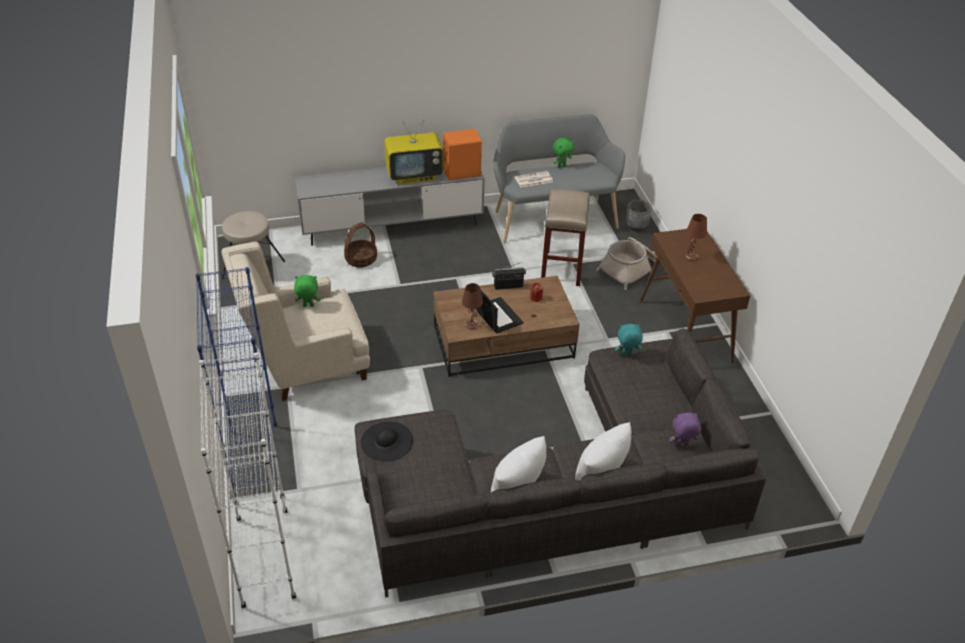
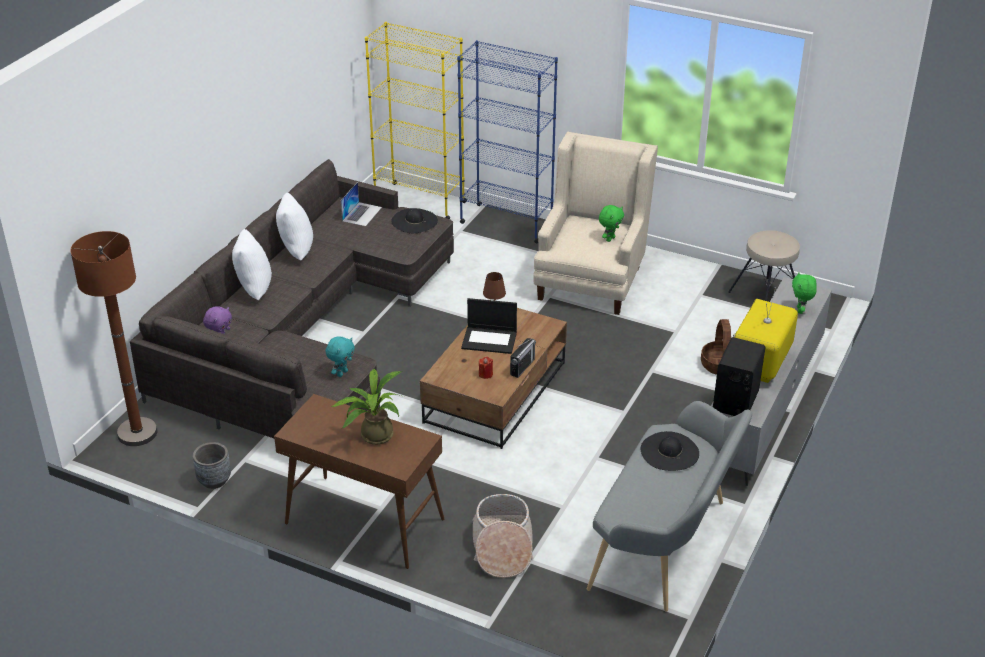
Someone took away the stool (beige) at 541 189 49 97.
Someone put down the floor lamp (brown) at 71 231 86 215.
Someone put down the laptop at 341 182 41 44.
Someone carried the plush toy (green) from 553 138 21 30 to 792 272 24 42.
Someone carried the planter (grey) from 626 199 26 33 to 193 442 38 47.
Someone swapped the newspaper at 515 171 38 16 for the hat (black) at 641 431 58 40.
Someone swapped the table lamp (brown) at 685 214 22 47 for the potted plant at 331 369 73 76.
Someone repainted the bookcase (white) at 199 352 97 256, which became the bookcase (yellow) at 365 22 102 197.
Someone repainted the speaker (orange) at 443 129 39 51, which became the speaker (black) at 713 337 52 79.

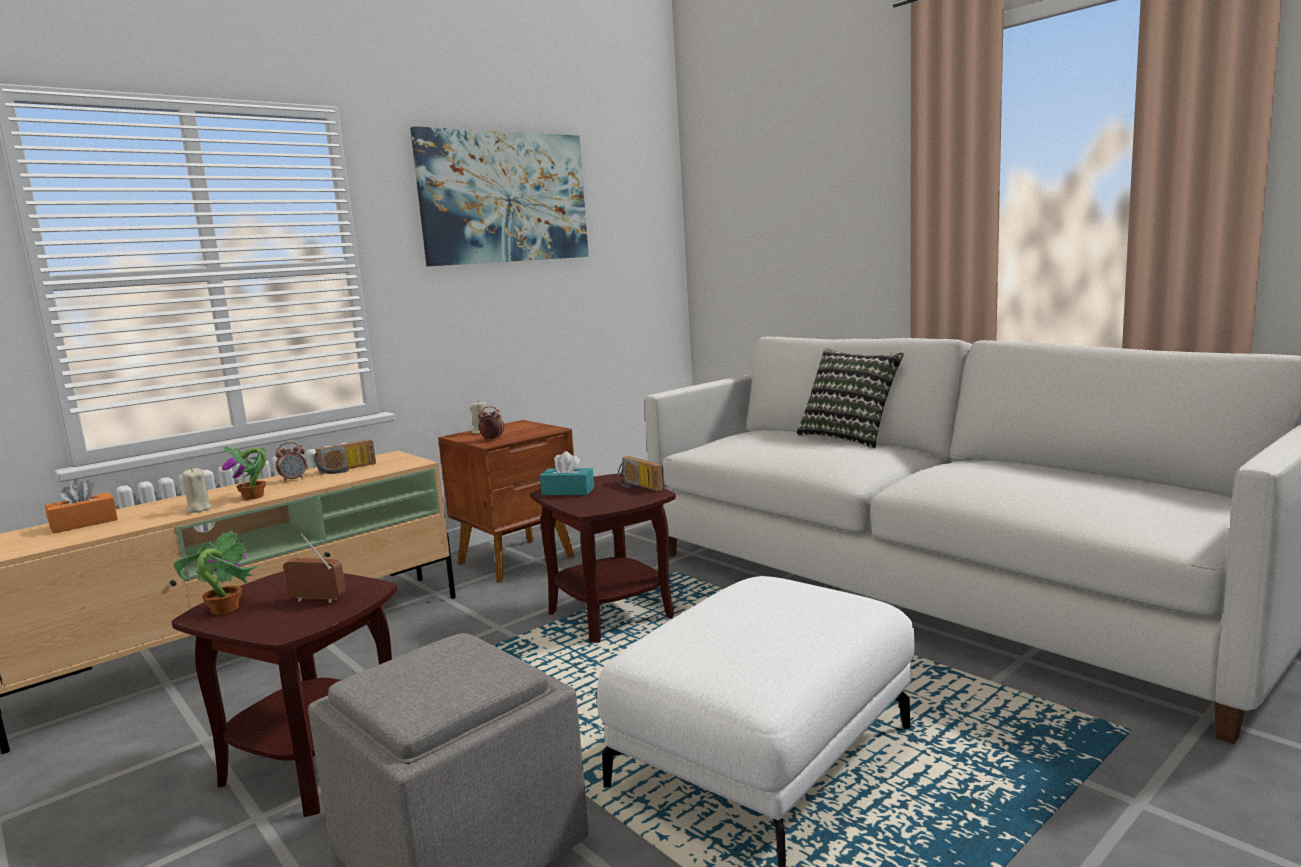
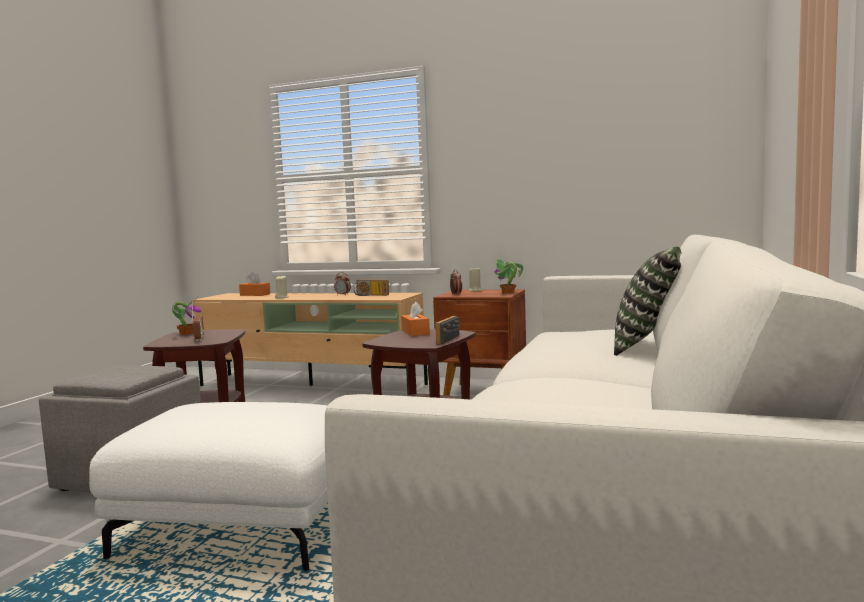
Someone took away the picture at 410 126 179 141.
Someone carried the potted plant from 222 446 44 54 to 495 259 28 35.
Someone repainted the tissue box (turquoise) at 540 451 54 44, which became the tissue box (orange) at 401 302 29 34.

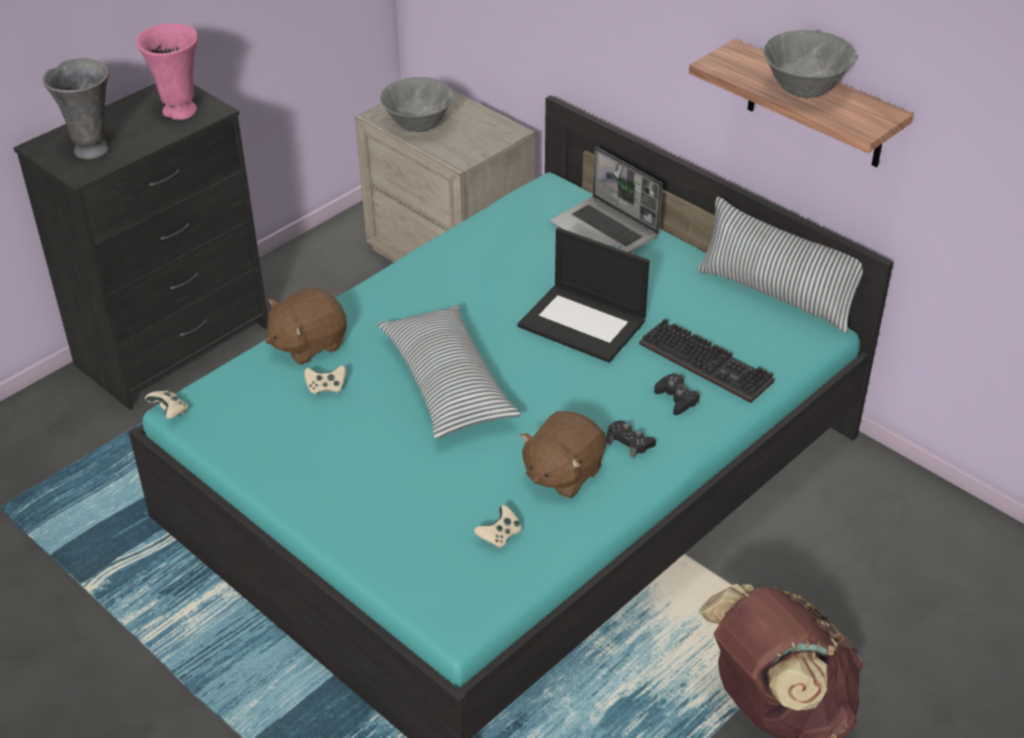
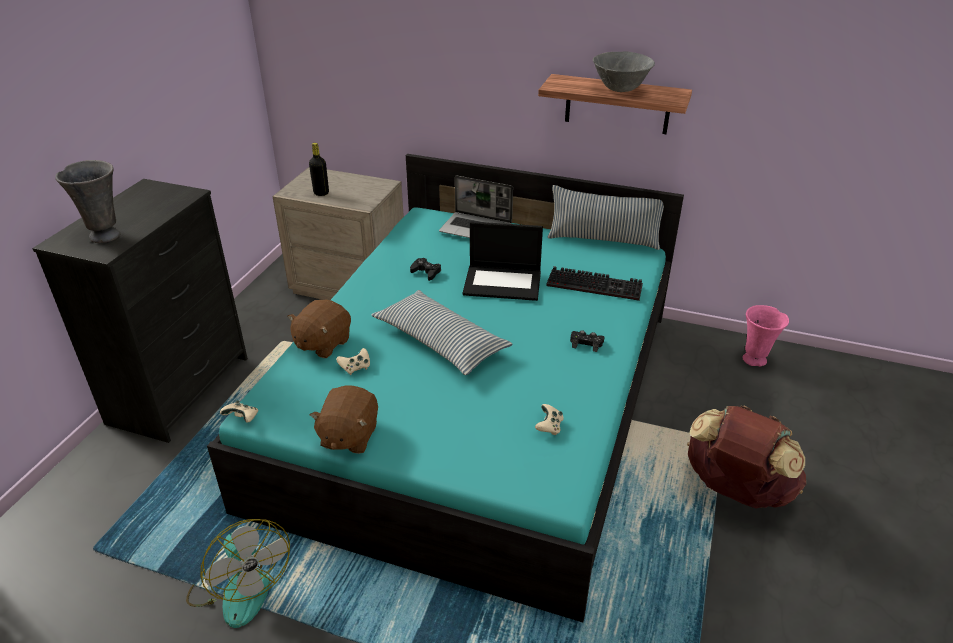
Someone put down the fan at 186 519 104 109.
Someone carried the vase (pink) from 136 23 62 97 to 742 305 47 62.
Someone carried the plush toy (brown) from 520 411 87 87 to 310 386 68 68.
Someone carried the game controller (black) from 654 374 46 41 to 410 258 31 23.
Someone swapped the bowl (grey) at 380 77 74 55 for the bottle (black) at 309 143 20 53.

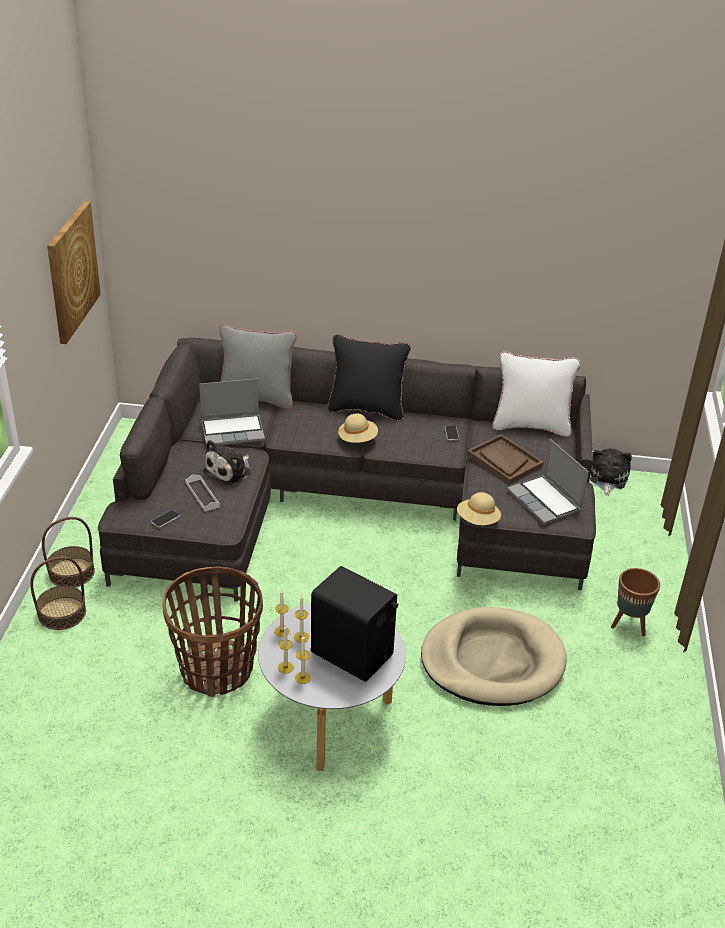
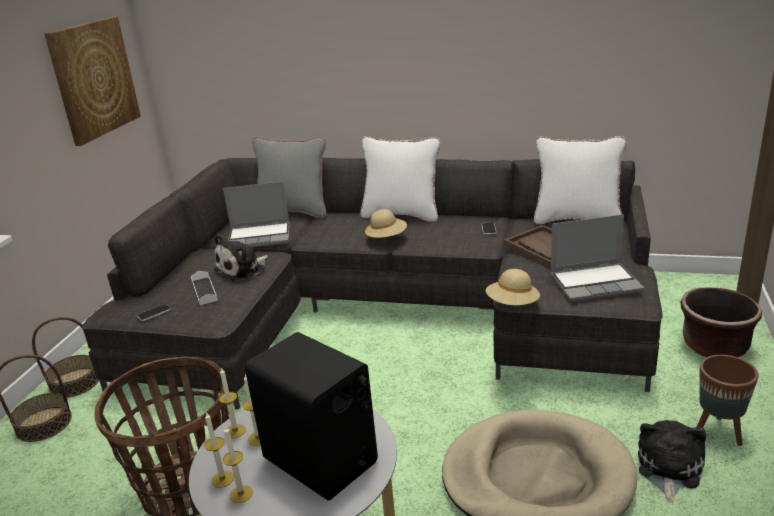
Someone put down the planter (brown) at 680 287 82 70.
Someone carried the plush toy from 590 449 42 47 to 638 420 68 83.
Someone repainted the pillow (black) at 327 334 84 87, which became the pillow (white) at 360 136 81 86.
Someone rotated the laptop at 507 438 82 86 by 75 degrees counterclockwise.

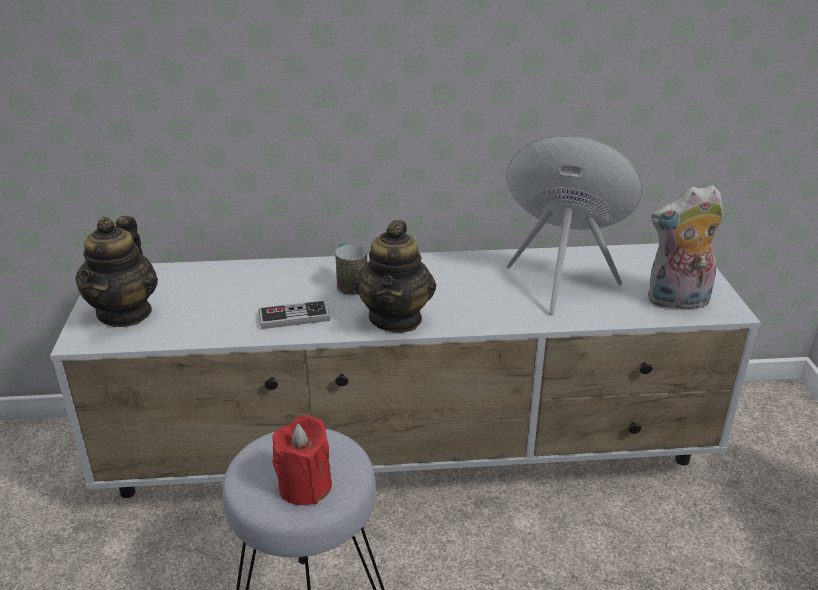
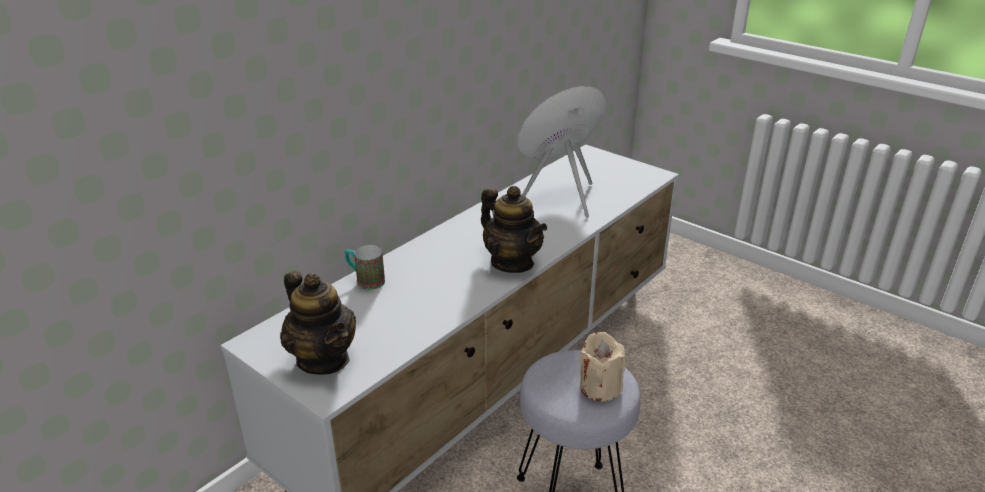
Someone took away the game controller at 258 300 72 29.
Someone took away the plush toy at 648 185 76 124.
Someone carried the mug from 335 243 32 52 to 345 245 40 45.
Someone repainted the candle (red) at 272 415 60 90, which became the candle (beige) at 580 332 46 70.

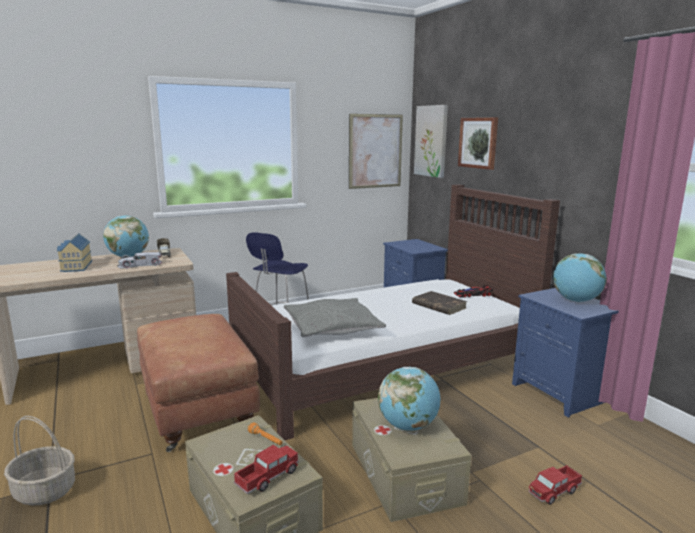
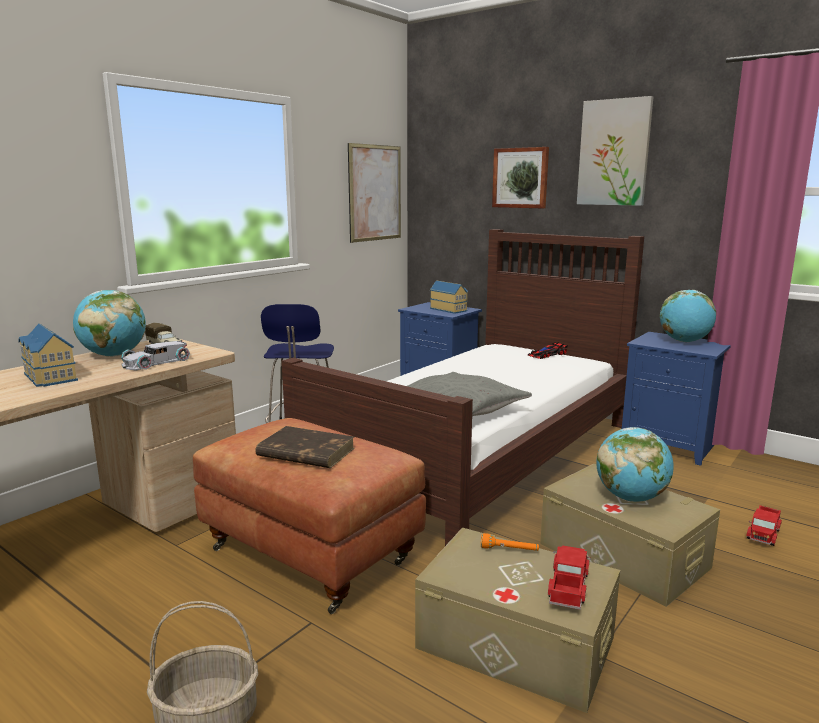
Someone put down the toy house at 430 280 38 34.
Someone carried the book (brown) from 412 291 55 24 to 255 426 100 42.
Someone carried the picture from 414 105 34 73 to 577 96 76 110.

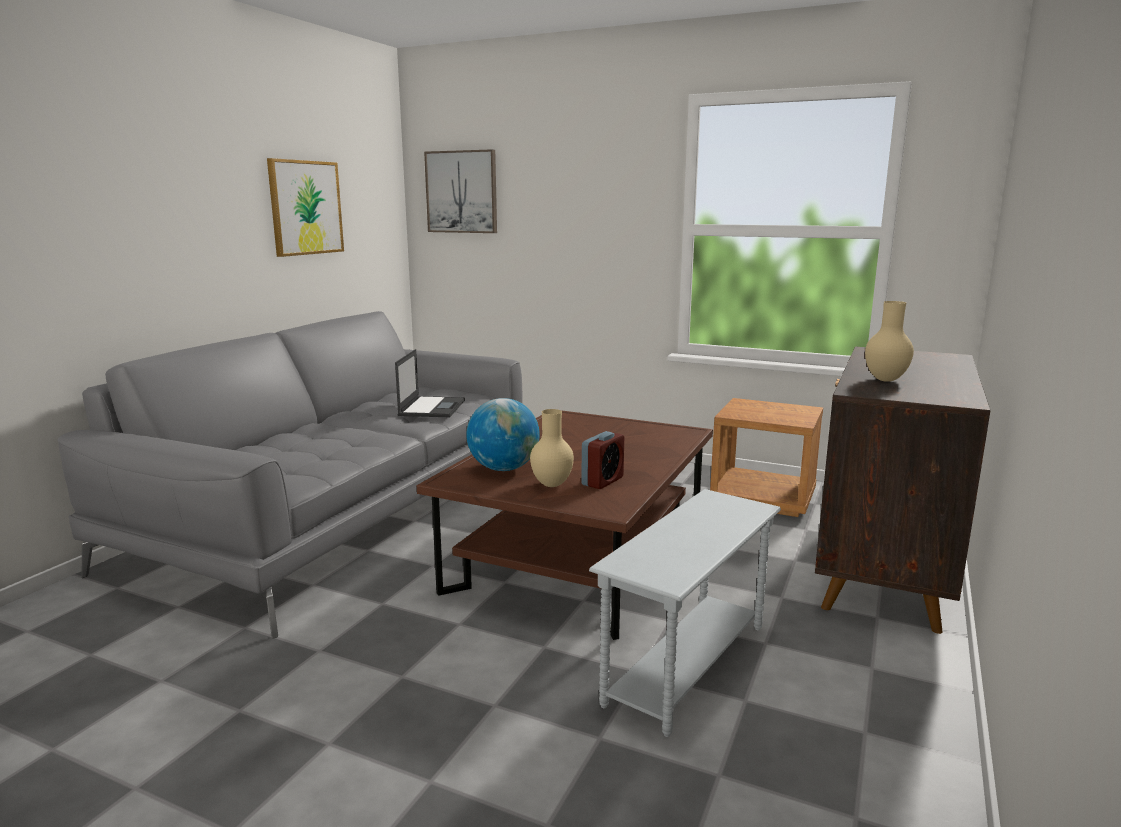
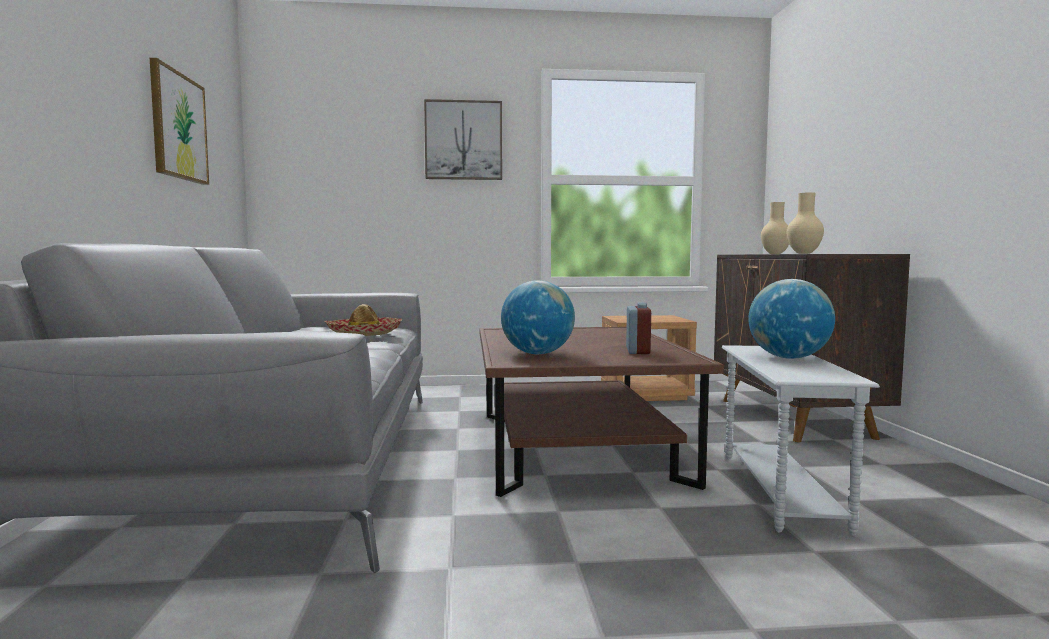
Someone put down the globe at 748 279 87 80.
Someone carried the picture from 424 149 73 84 to 424 99 78 81.
Someone carried the vase (beige) from 530 409 44 78 to 761 202 28 52.
Someone swapped the laptop at 395 349 70 68 for the hat at 325 304 78 32.

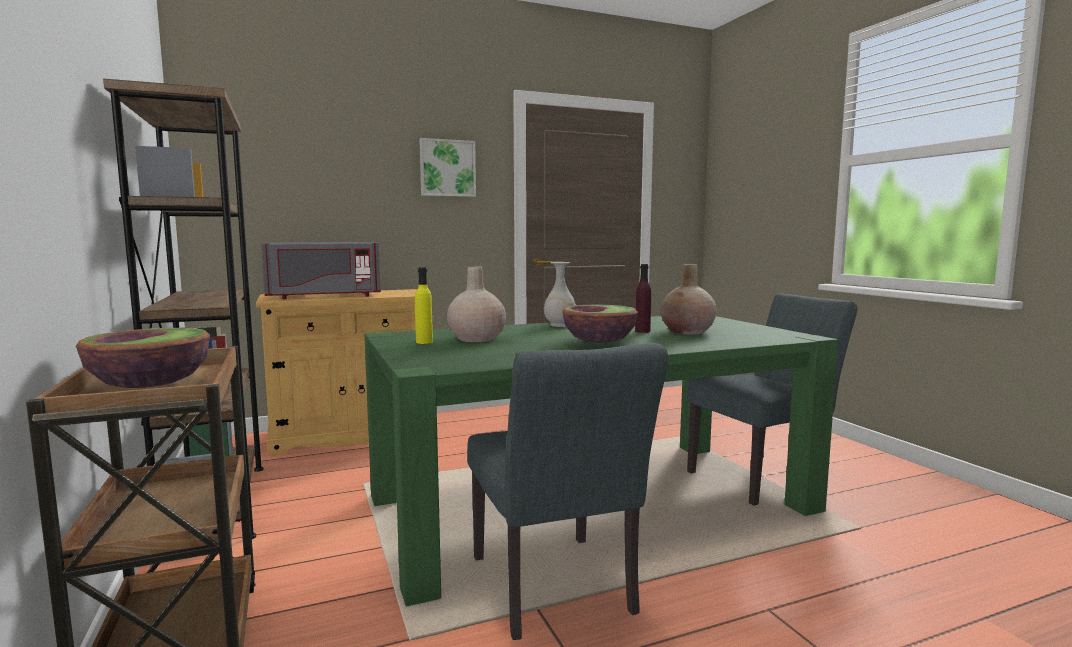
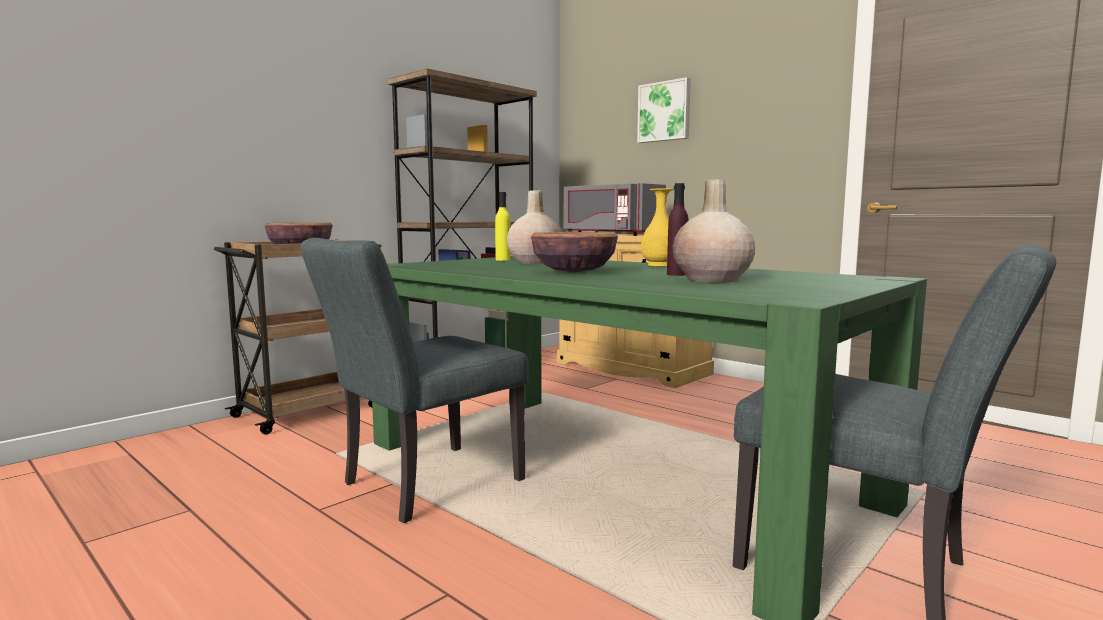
Someone carried the picture from 419 138 57 59 to 637 77 54 66.
Someone repainted the vase (white) at 544 262 32 65, which became the vase (yellow) at 641 188 33 78.

